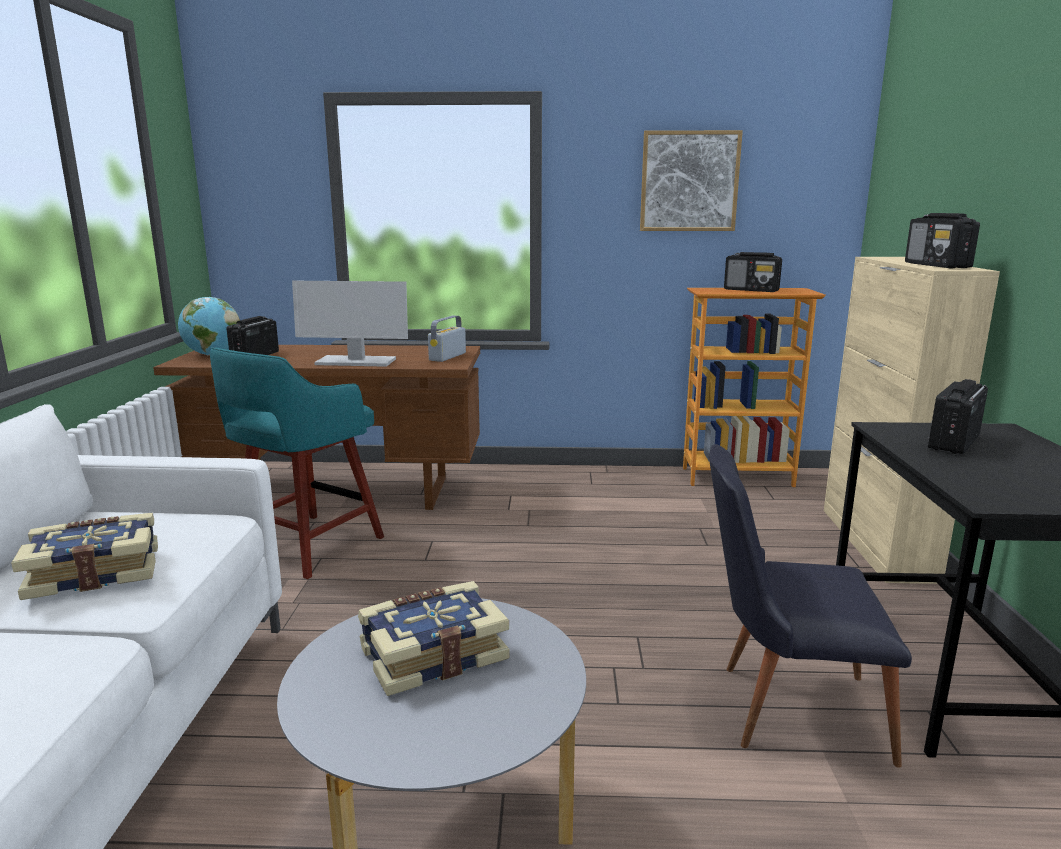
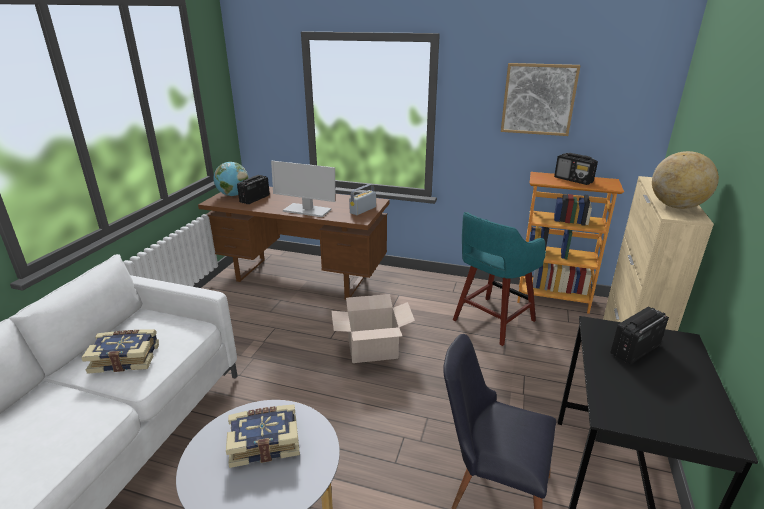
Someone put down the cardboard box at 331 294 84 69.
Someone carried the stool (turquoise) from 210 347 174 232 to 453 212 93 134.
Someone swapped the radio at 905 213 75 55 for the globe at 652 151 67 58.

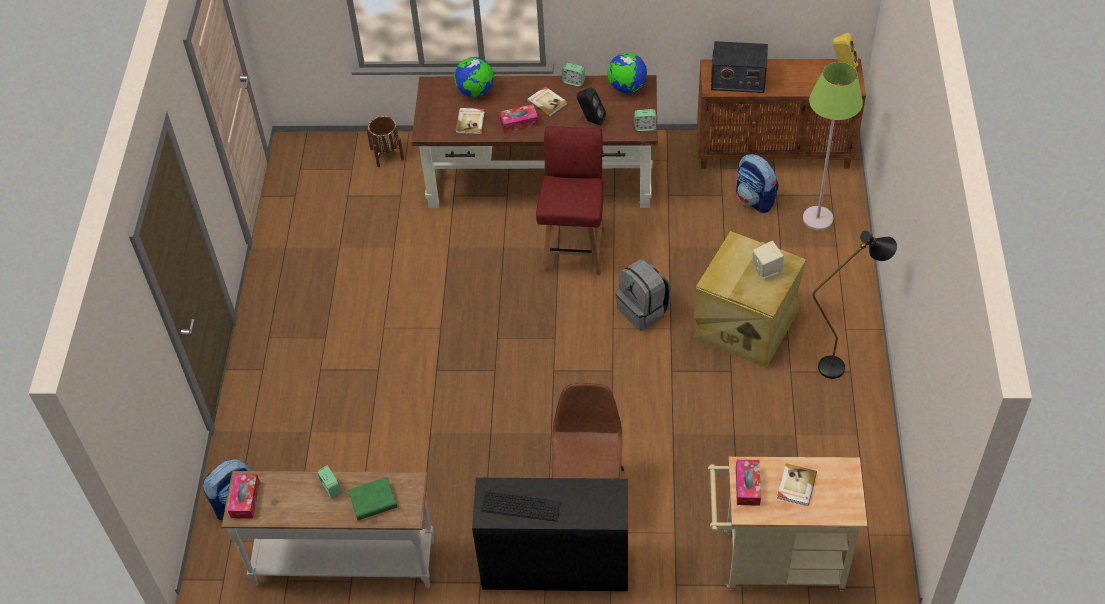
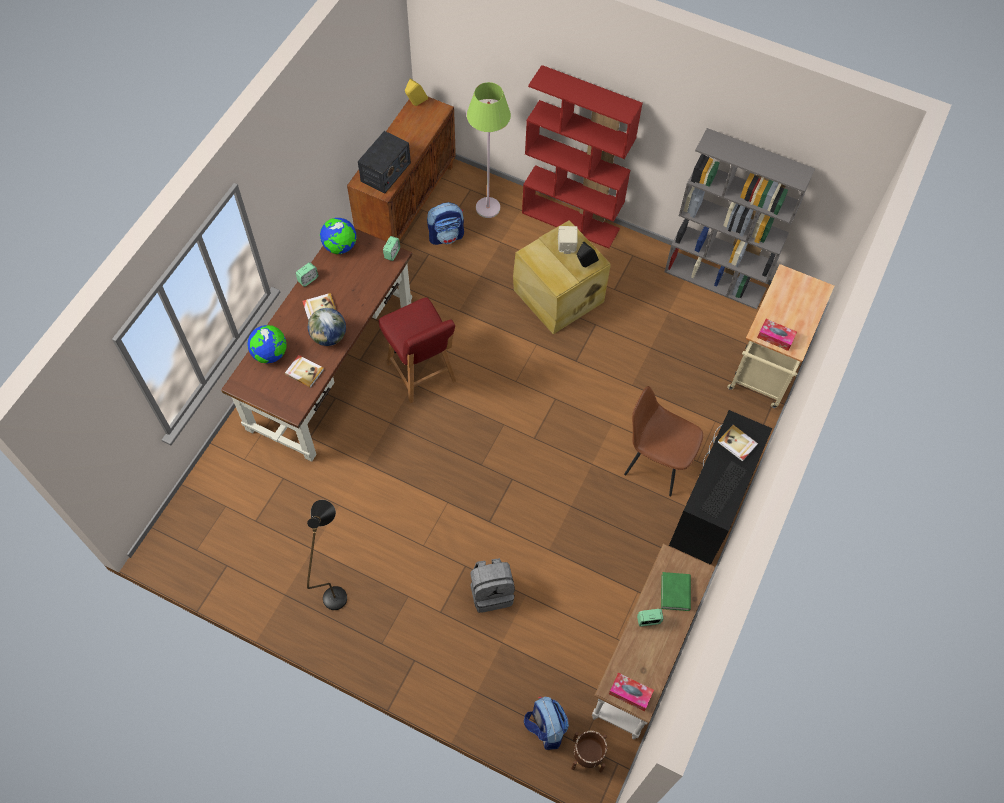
Someone put down the bookcase (red) at 522 65 121 184.
Someone put down the bookcase (grey) at 664 128 151 182.
Someone carried the planter (brown) from 366 116 38 51 to 571 731 36 42.
Someone carried the speaker (black) from 576 87 30 39 to 577 242 22 25.
Someone carried the backpack (grey) from 616 259 55 72 to 470 558 45 55.
Someone carried the book from 777 463 40 43 to 718 425 40 37.
Someone carried the floor lamp (black) from 812 231 85 148 to 307 500 40 110.
Someone swapped the tissue box at 499 104 39 29 for the globe at 308 308 38 38.
Someone rotated the chair (red) at 536 126 70 149 by 150 degrees counterclockwise.

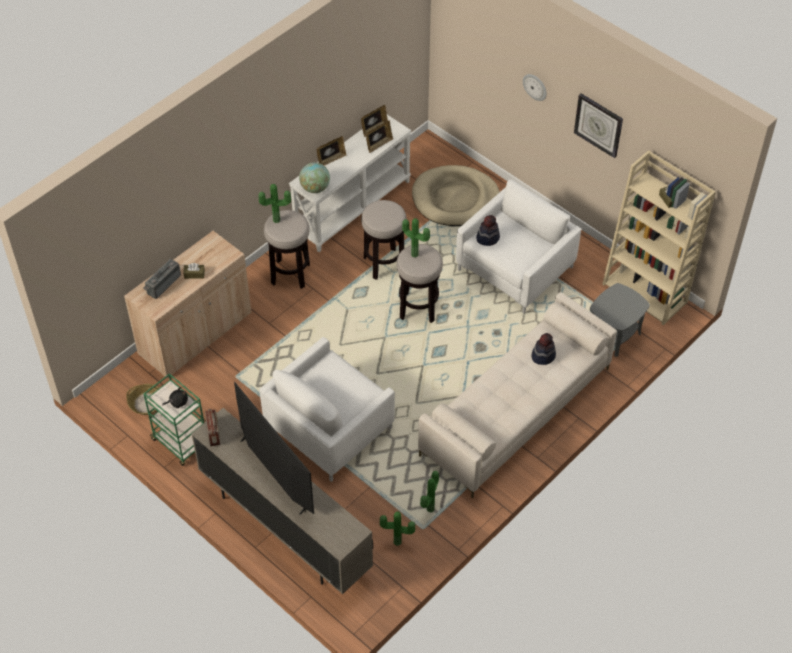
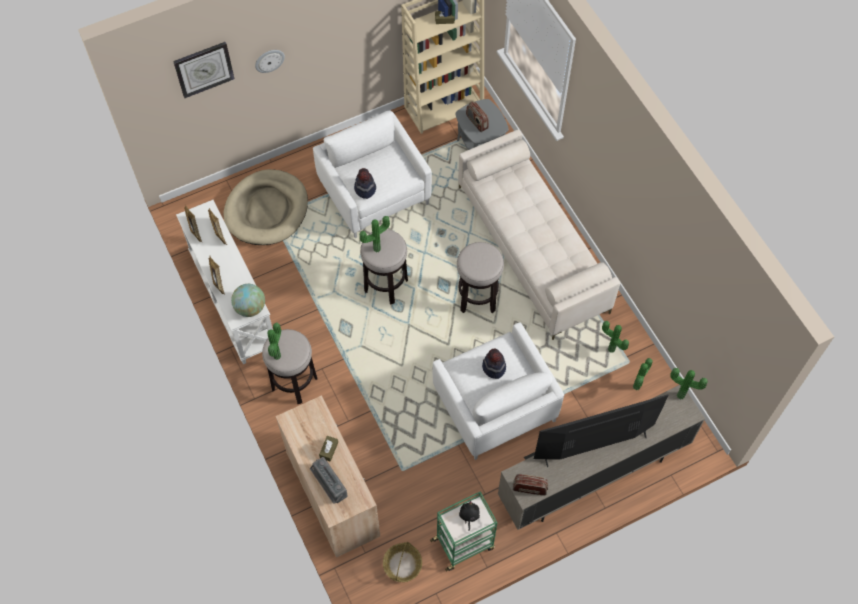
Someone put down the radio at 466 102 23 30.
Someone put down the potted plant at 670 368 38 31.
Someone carried the stool from 361 200 46 80 to 457 242 47 71.
Someone carried the hat from 532 333 24 32 to 482 348 24 31.
Someone carried the wall clock from 574 93 49 65 to 173 42 62 56.

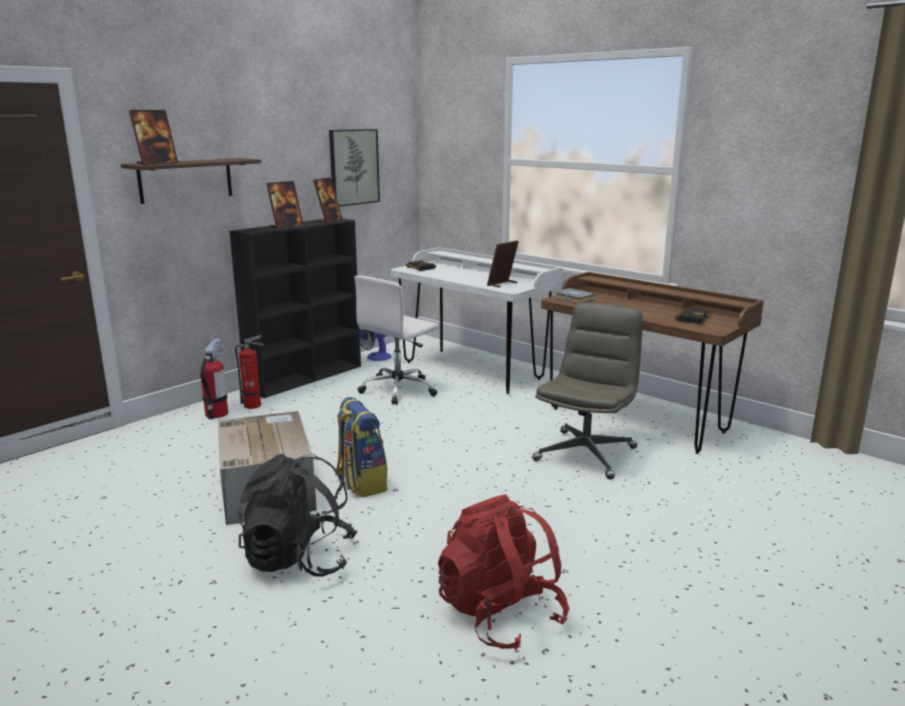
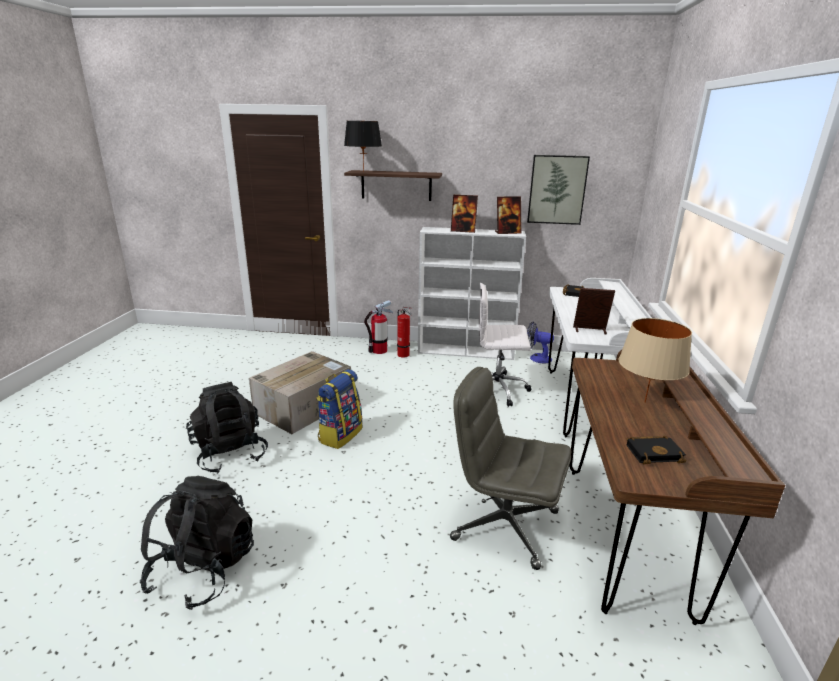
Someone took away the book (grey) at 554 288 42 15.
Someone put down the table lamp (beige) at 618 318 74 85.
Someone swapped the picture frame at 129 110 49 55 for the table lamp (black) at 344 121 38 51.
Someone repainted the bookcase (black) at 229 218 132 180, which became the bookcase (white) at 418 227 108 133.
Someone repainted the backpack (red) at 438 494 131 156, which became the backpack (black) at 140 476 114 134.
Someone rotated the office chair (grey) at 532 302 111 177 by 150 degrees counterclockwise.

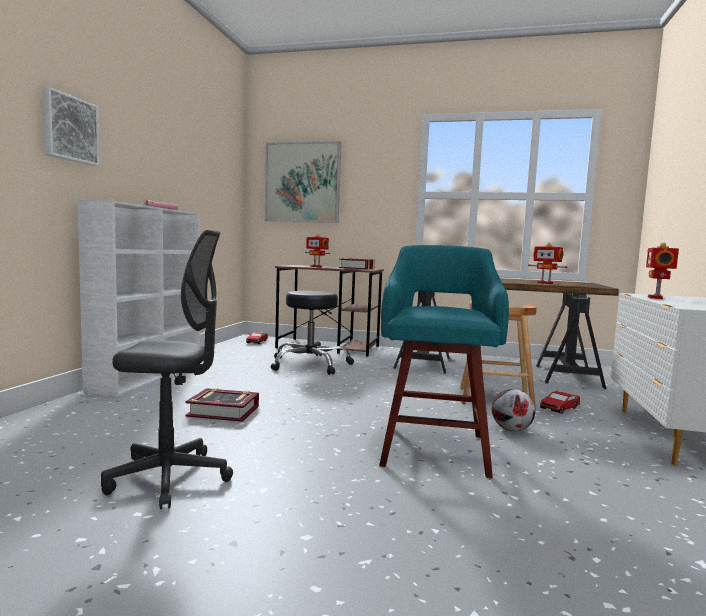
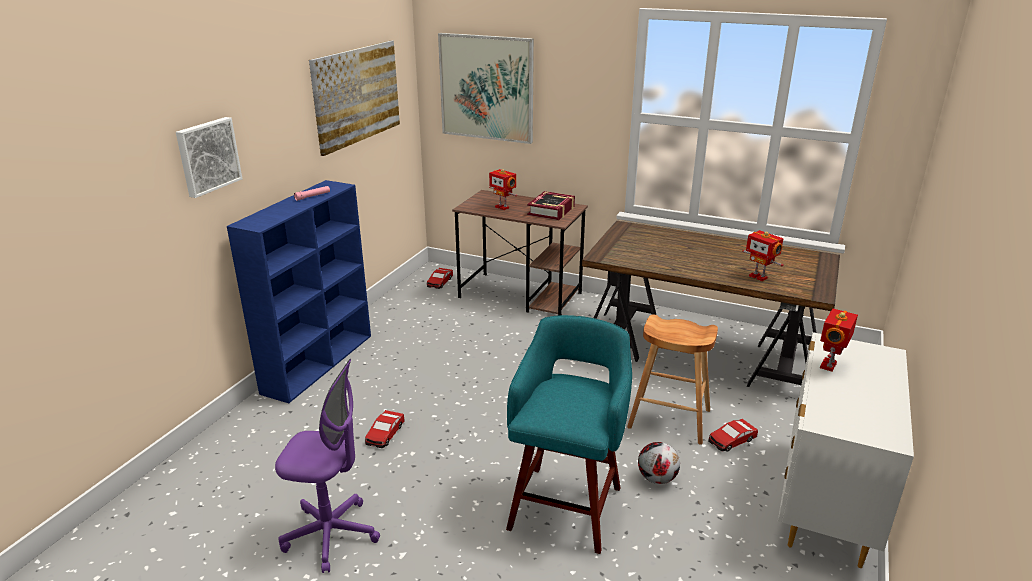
Someone took away the stool (black) at 271 291 83 84.
Someone put up the picture at 309 40 91 116.
Someone swapped the book at 185 388 74 34 for the toy car at 365 410 40 38.
Someone repainted the bookcase (white) at 78 200 122 197, which became the bookcase (blue) at 227 180 144 223.
Someone repainted the office chair (grey) at 101 230 132 279, which became the office chair (purple) at 275 359 105 214.

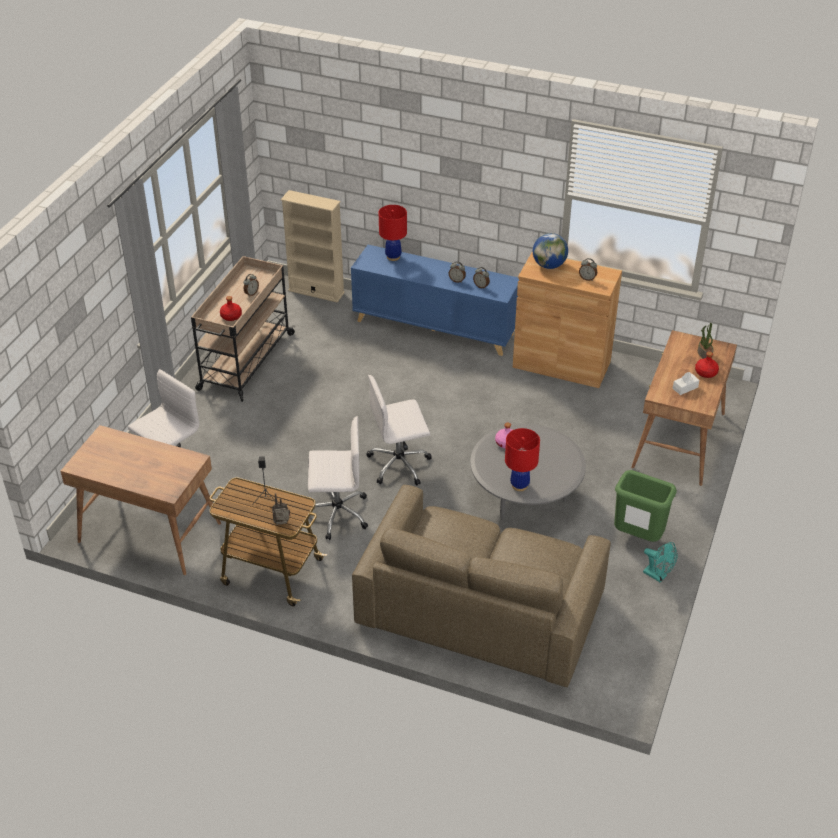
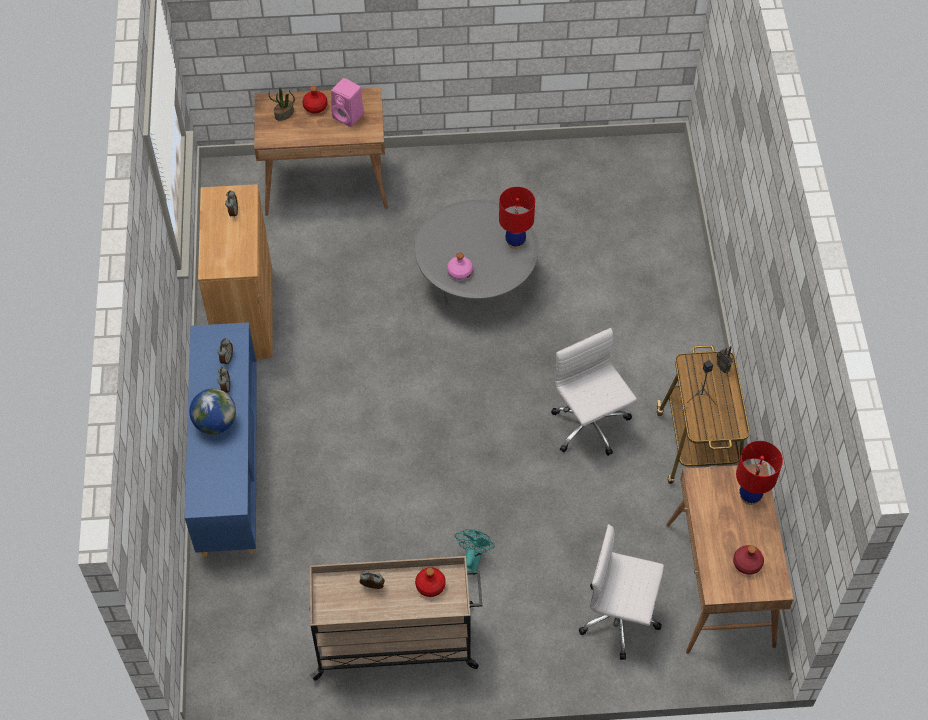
Someone took away the bookcase (beige) at 281 190 64 113.
Someone took away the sofa (brown) at 352 485 259 202.
Someone took away the office chair (white) at 366 375 66 110.
Someone took away the trash can (green) at 614 470 63 72.
Someone put down the bottle (red) at 733 545 31 30.
Someone carried the table lamp (red) from 379 205 28 56 to 736 441 47 64.
Someone carried the globe from 533 233 35 36 to 189 389 47 46.
Someone carried the fan (turquoise) from 643 542 35 40 to 455 529 40 46.
Someone swapped the tissue box (white) at 672 372 27 23 for the speaker (pink) at 331 78 33 49.

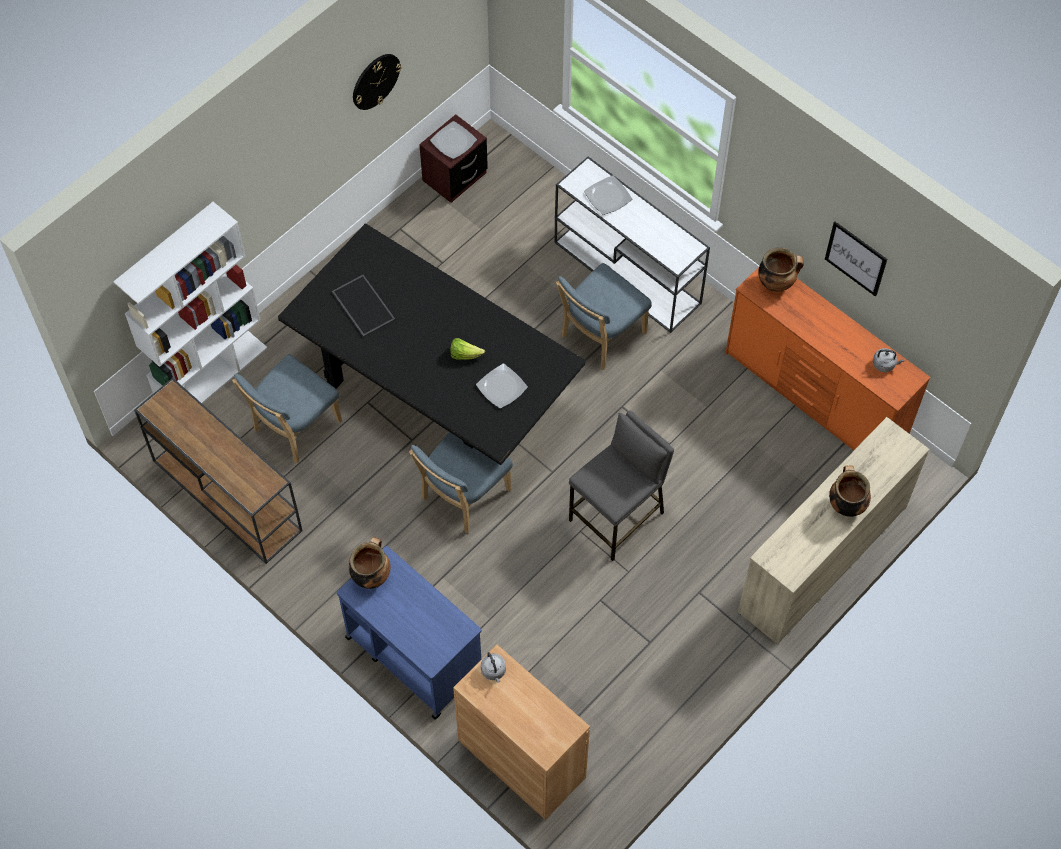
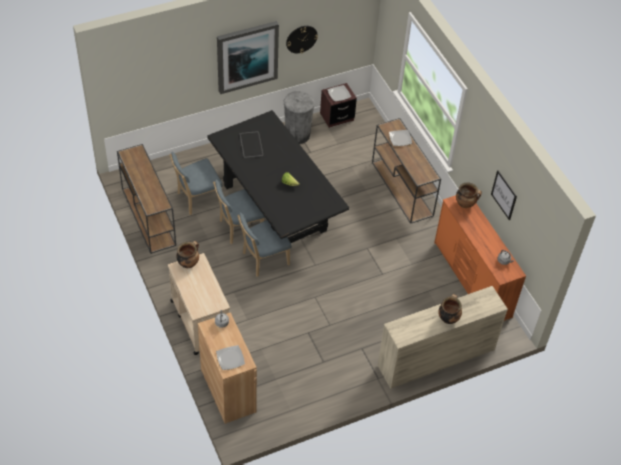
Someone took away the bookcase (white) at 113 202 154 202.
Someone took away the stool (grey) at 569 411 105 150.
Someone put up the picture at 217 21 62 73.
Someone put down the trash can (grey) at 284 91 31 53.
Someone carried the plate from 476 364 52 45 to 216 345 29 25.
Someone carried the chair (blue) from 556 263 96 107 to 213 179 52 65.
Someone repainted the cart (blue) at 337 546 145 173, which became the cart (beige) at 168 253 62 102.
Someone repainted the console table (white) at 555 156 155 177, which became the console table (brown) at 372 118 69 106.

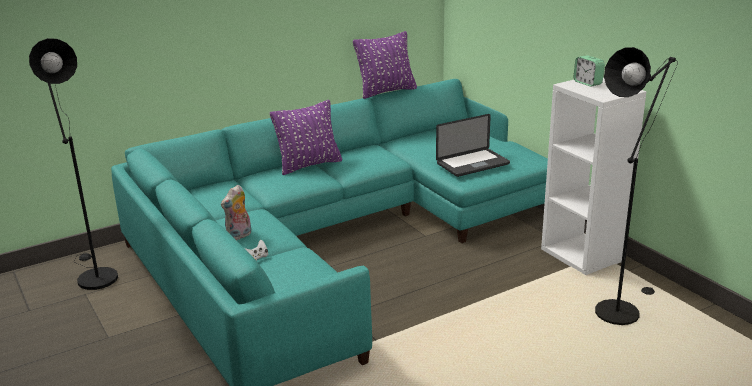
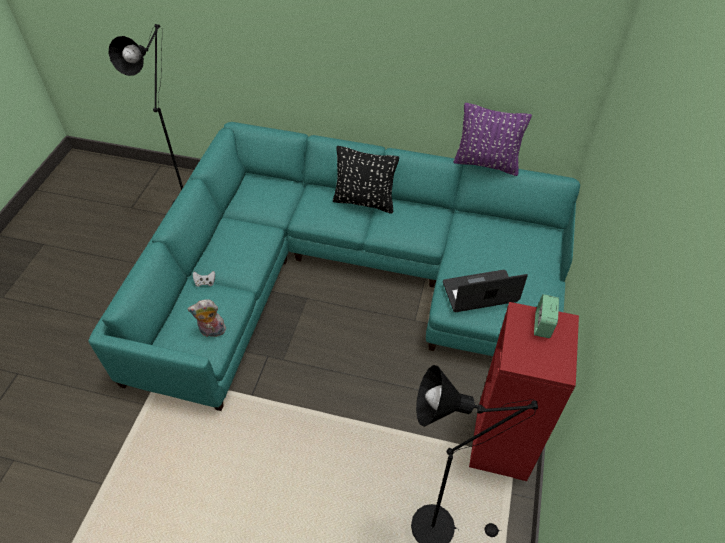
Someone carried the plush toy from 221 185 30 55 to 188 299 38 38.
Someone repainted the pillow (purple) at 270 100 72 75, which became the pillow (black) at 333 146 66 68.
Someone repainted the bookcase (white) at 541 77 105 198, which became the bookcase (red) at 469 302 110 179.
Someone rotated the laptop at 436 114 74 63 by 150 degrees clockwise.

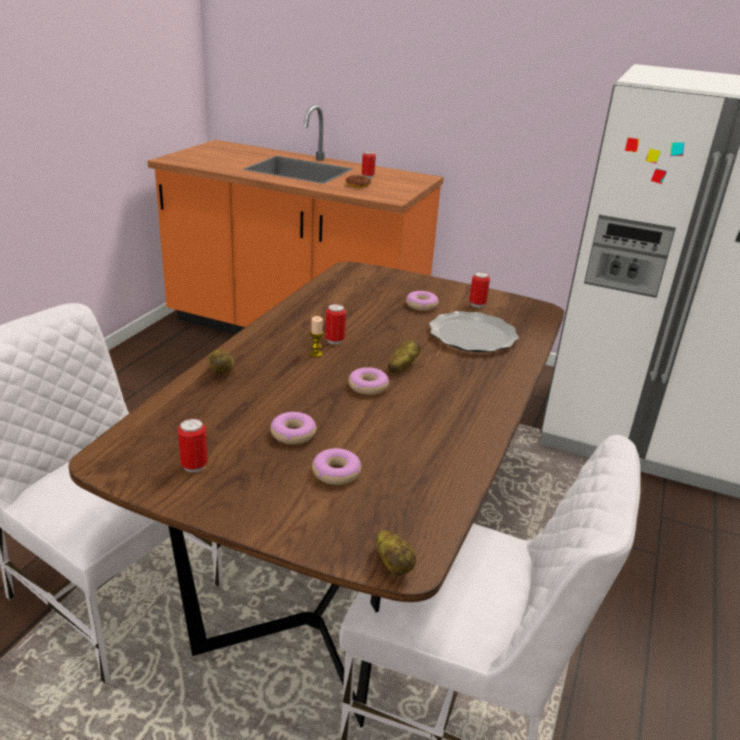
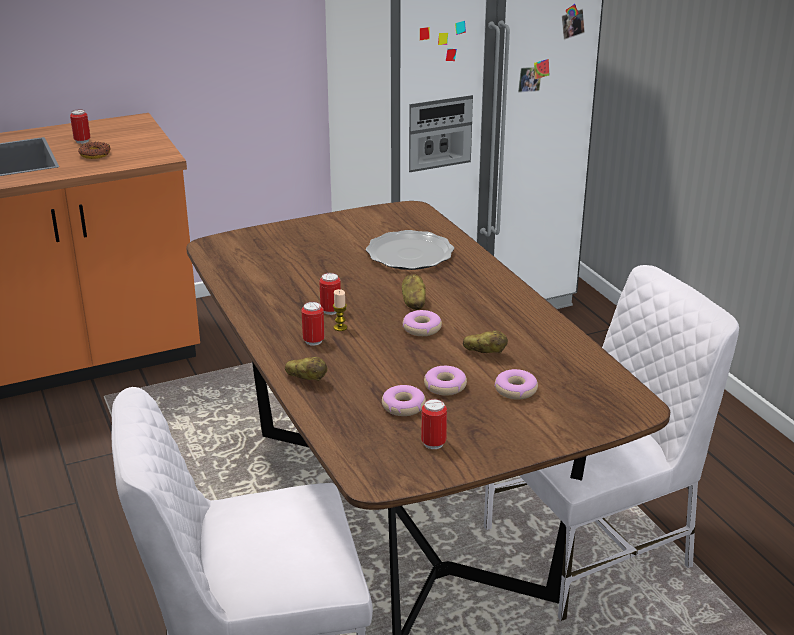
Someone carried the potato from 376 530 41 47 to 463 330 45 23.
Someone carried the donut from 406 291 33 20 to 382 385 44 31.
Someone carried the can from 469 272 21 35 to 301 301 23 45.

